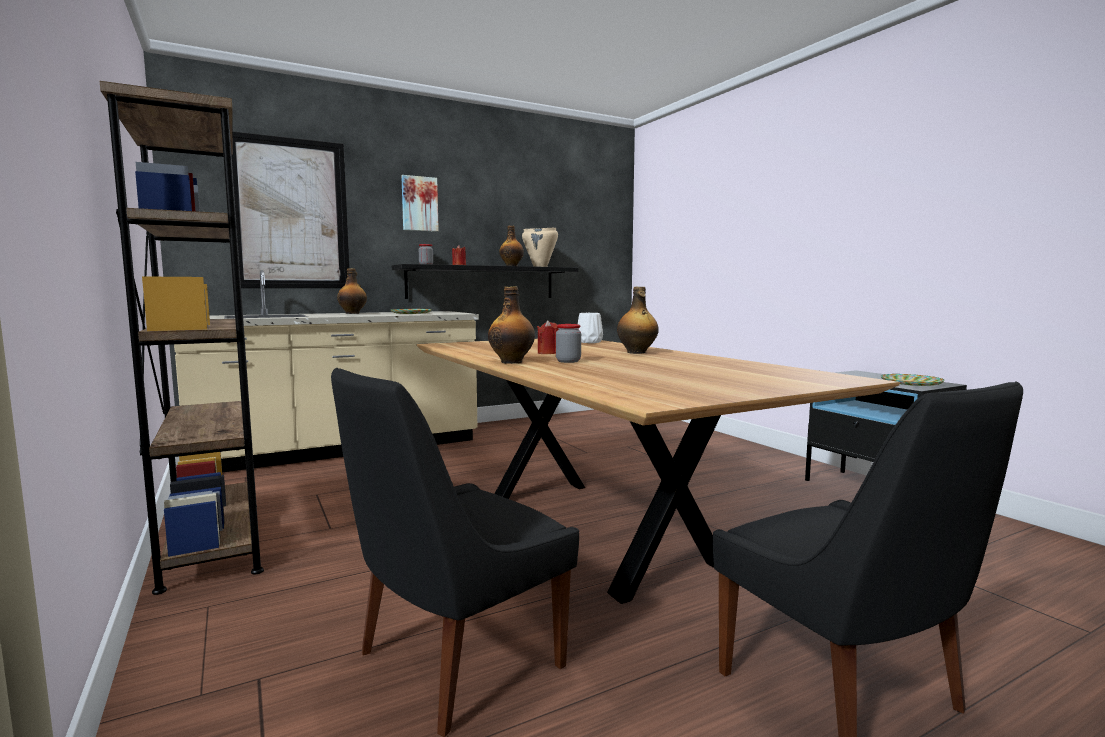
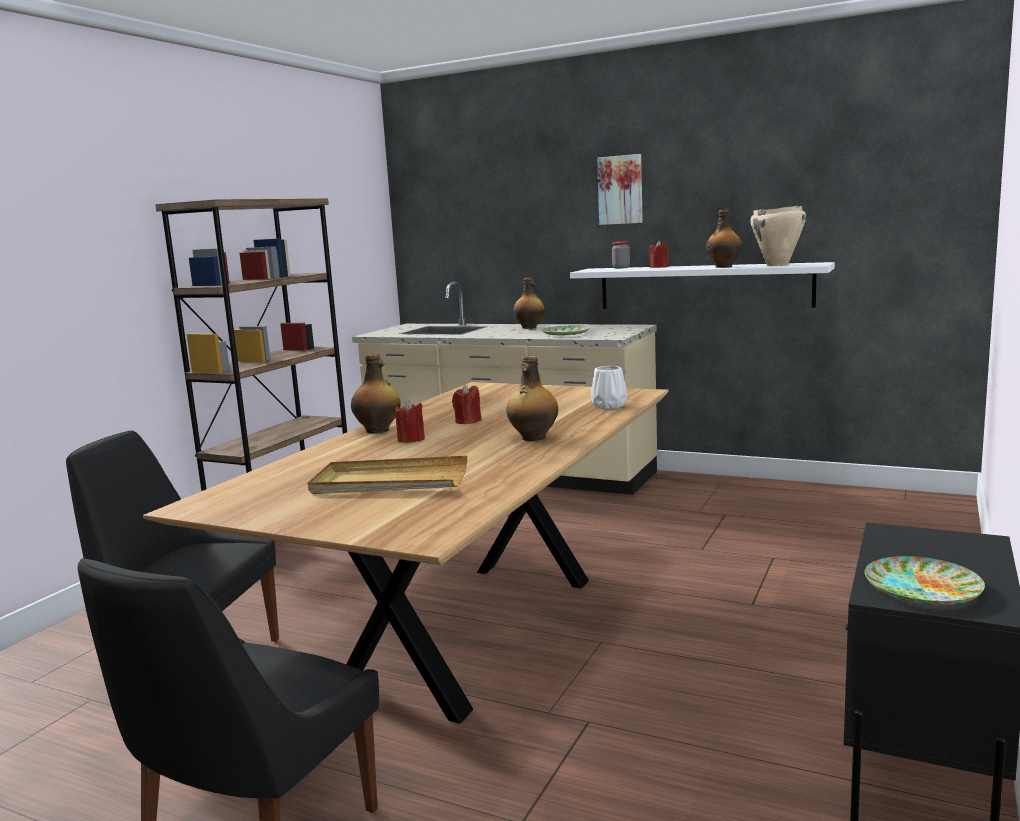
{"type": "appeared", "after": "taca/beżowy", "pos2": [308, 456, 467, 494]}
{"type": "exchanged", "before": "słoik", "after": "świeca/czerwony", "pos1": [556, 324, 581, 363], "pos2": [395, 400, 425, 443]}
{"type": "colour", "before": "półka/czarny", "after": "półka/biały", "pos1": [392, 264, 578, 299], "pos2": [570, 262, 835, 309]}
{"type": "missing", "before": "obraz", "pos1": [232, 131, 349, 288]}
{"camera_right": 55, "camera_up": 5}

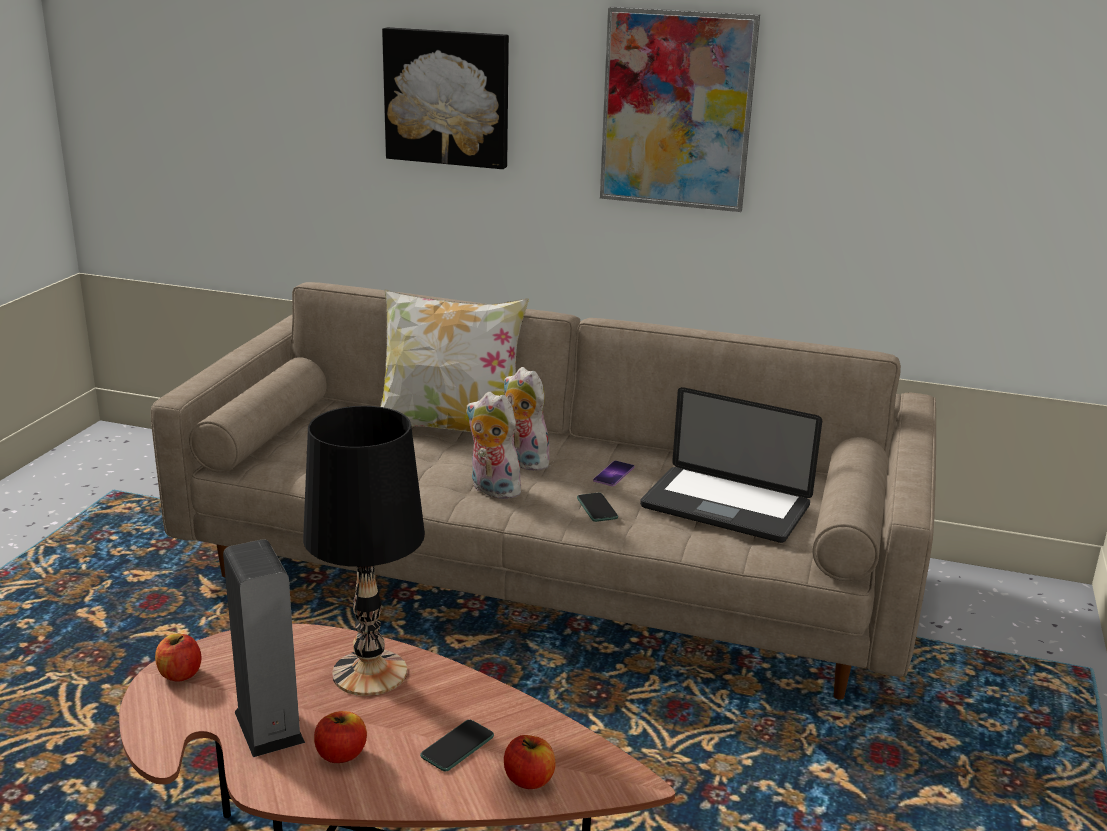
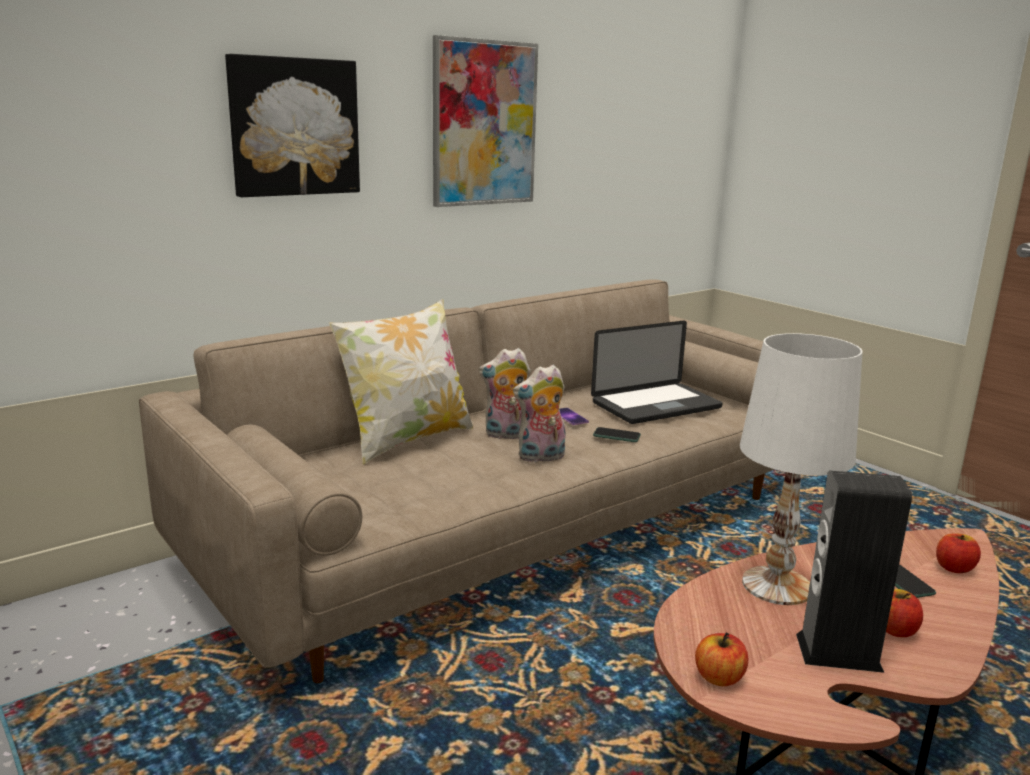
{"type": "colour", "before": "lampa stołowa/czarny", "after": "lampa stołowa/biały", "pos1": [303, 406, 425, 696], "pos2": [740, 333, 863, 605]}
{"camera_right": -55, "camera_up": -5}

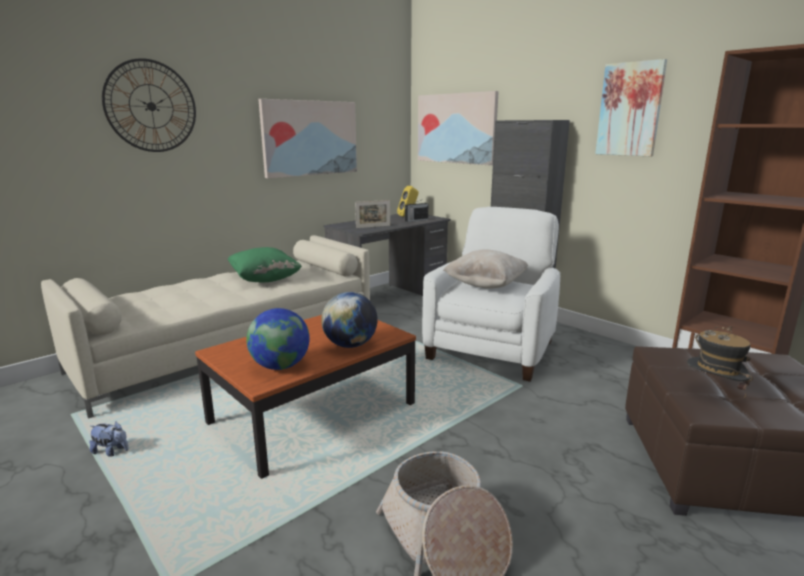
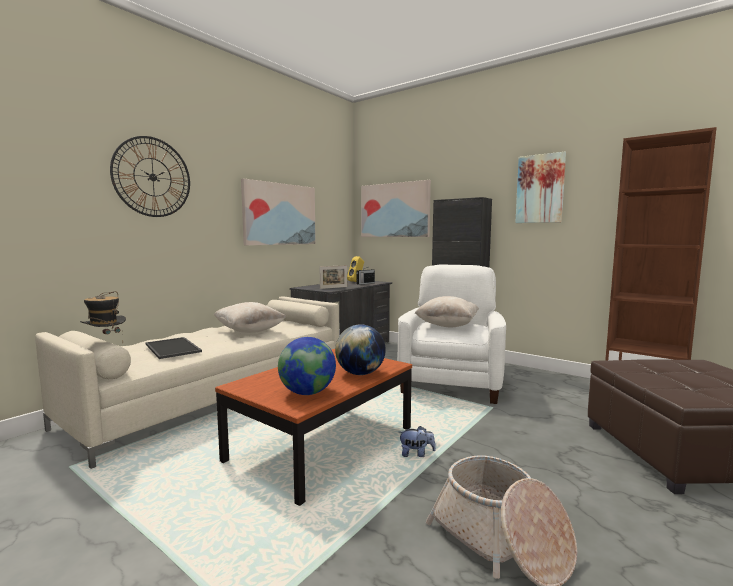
{"type": "relocated", "before": "kapelusz", "pos1": [687, 327, 753, 399], "pos2": [80, 291, 126, 343]}
{"type": "appeared", "after": "taca", "pos2": [145, 337, 202, 359]}
{"type": "colour", "before": "poduszka/zielony", "after": "poduszka/beżowy", "pos1": [227, 247, 302, 282], "pos2": [214, 302, 286, 333]}
{"type": "relocated", "before": "pluszak", "pos1": [89, 421, 129, 457], "pos2": [399, 426, 436, 457]}
{"camera_right": -10, "camera_up": -10}

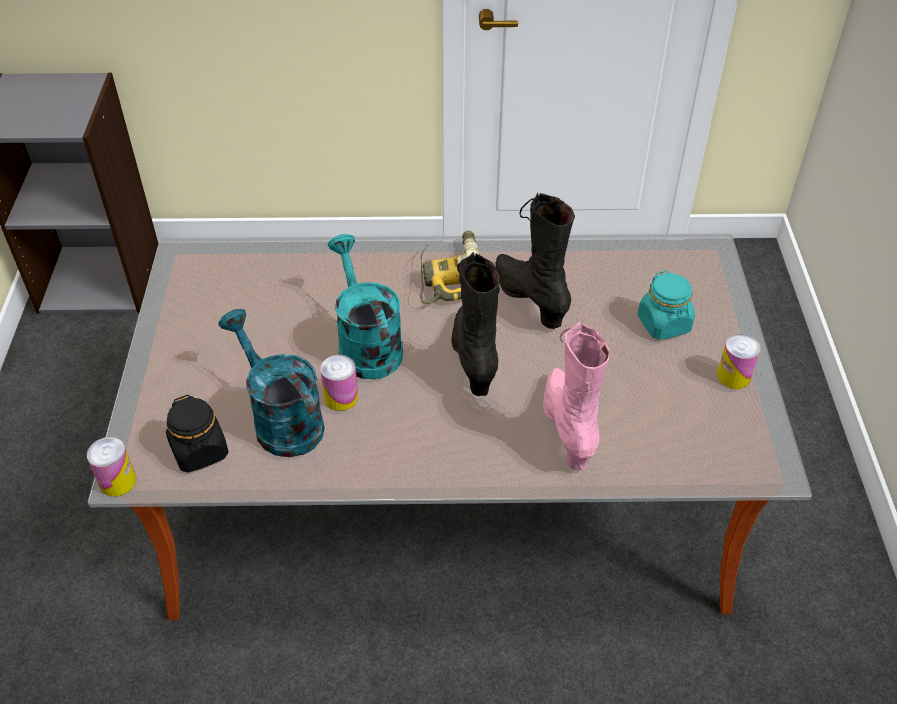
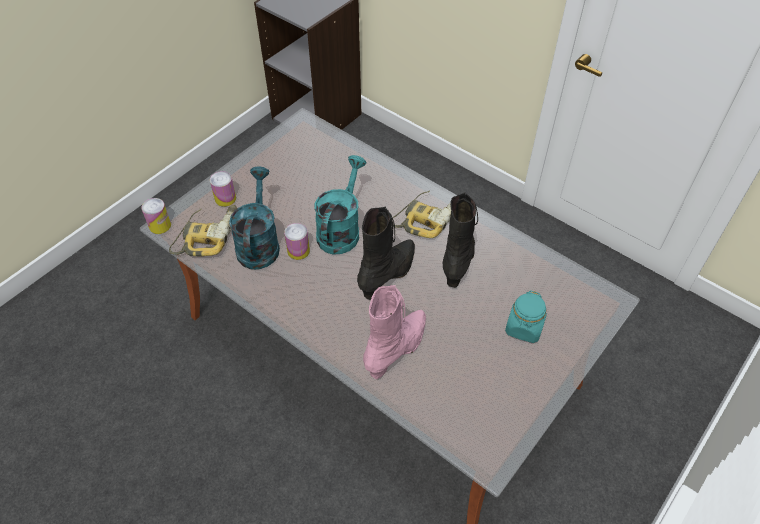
{"type": "exchanged", "before": "słoik/czarny", "after": "wiertarka", "pos1": [166, 395, 229, 473], "pos2": [169, 205, 237, 256]}
{"type": "relocated", "before": "puszka", "pos1": [717, 334, 761, 389], "pos2": [210, 171, 236, 207]}
{"camera_right": 40, "camera_up": 5}

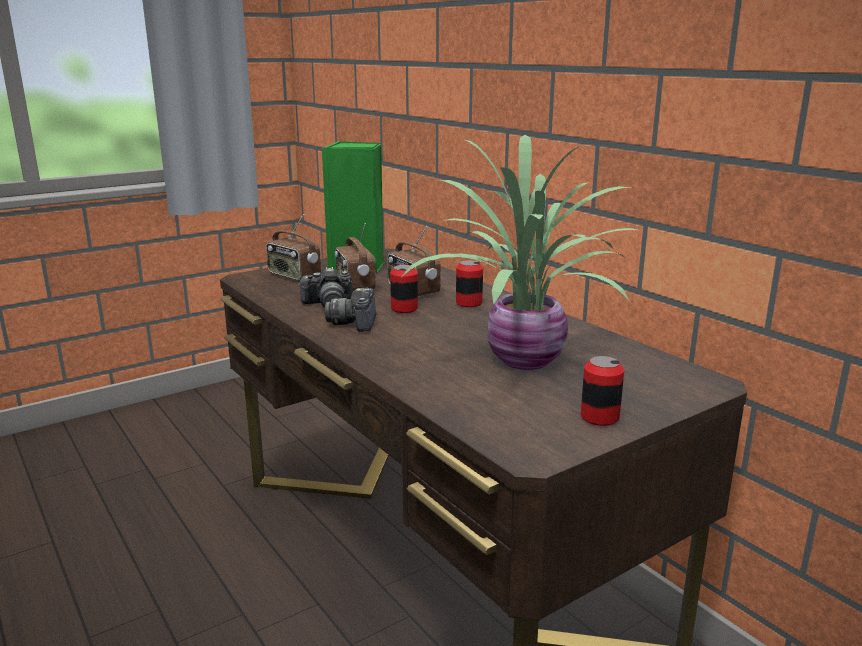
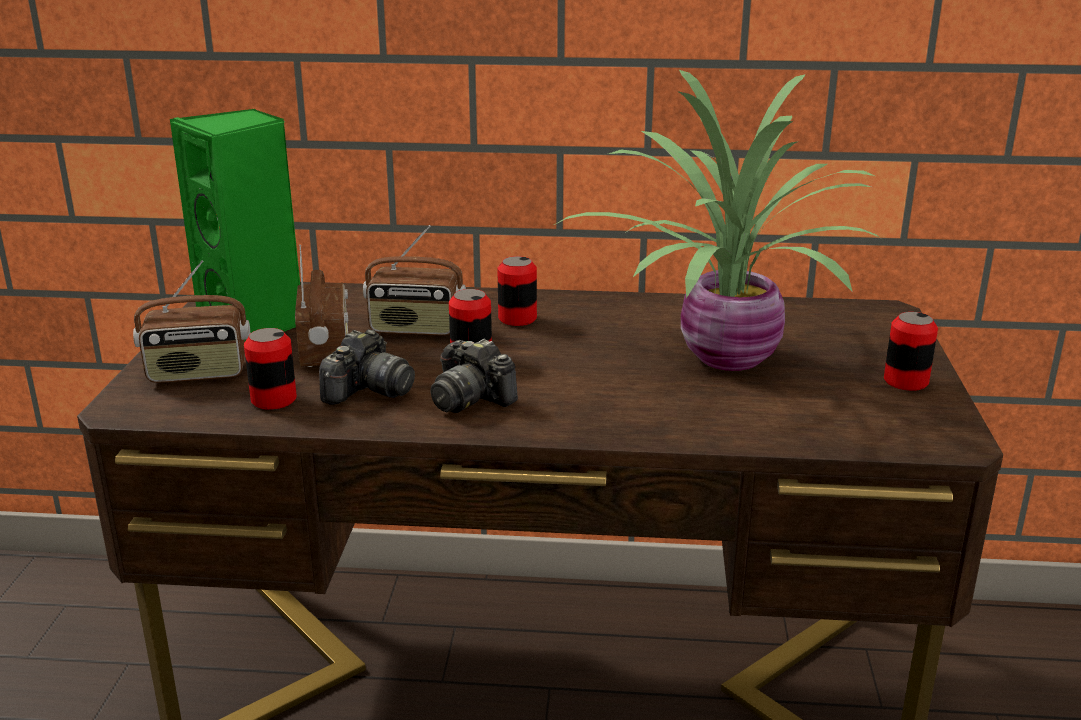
{"type": "appeared", "after": "puszka", "pos2": [244, 328, 297, 410]}
{"type": "spun", "before": "radio", "pos1": [335, 223, 376, 291], "pos2": [295, 245, 348, 367], "turn": -120}
{"camera_right": -50, "camera_up": 5}

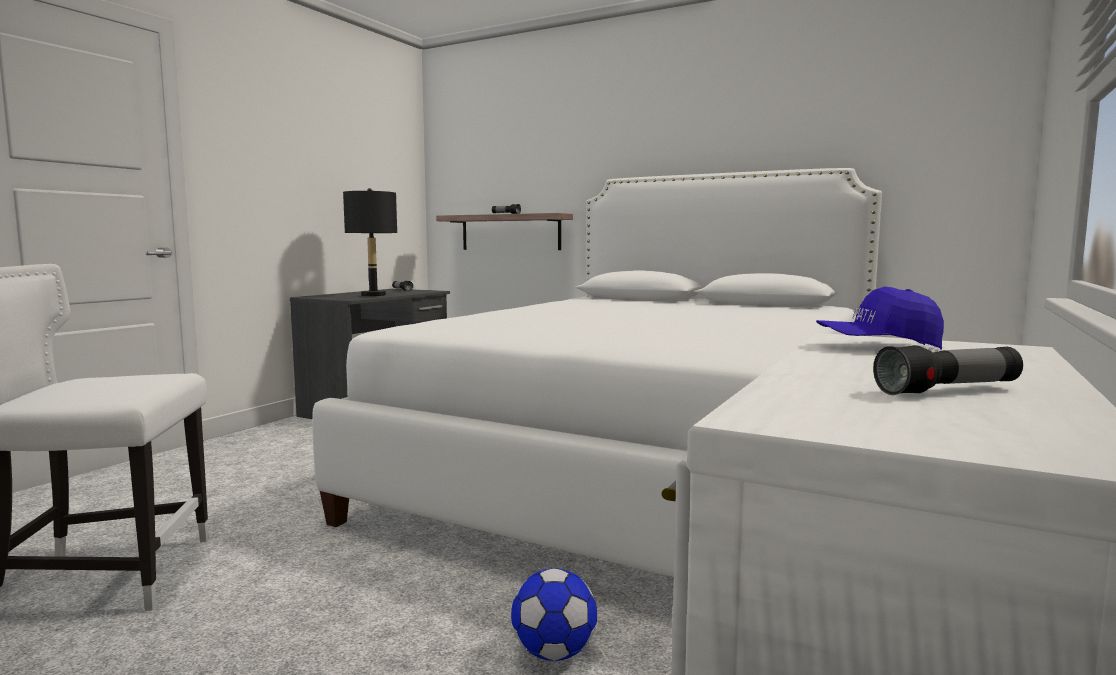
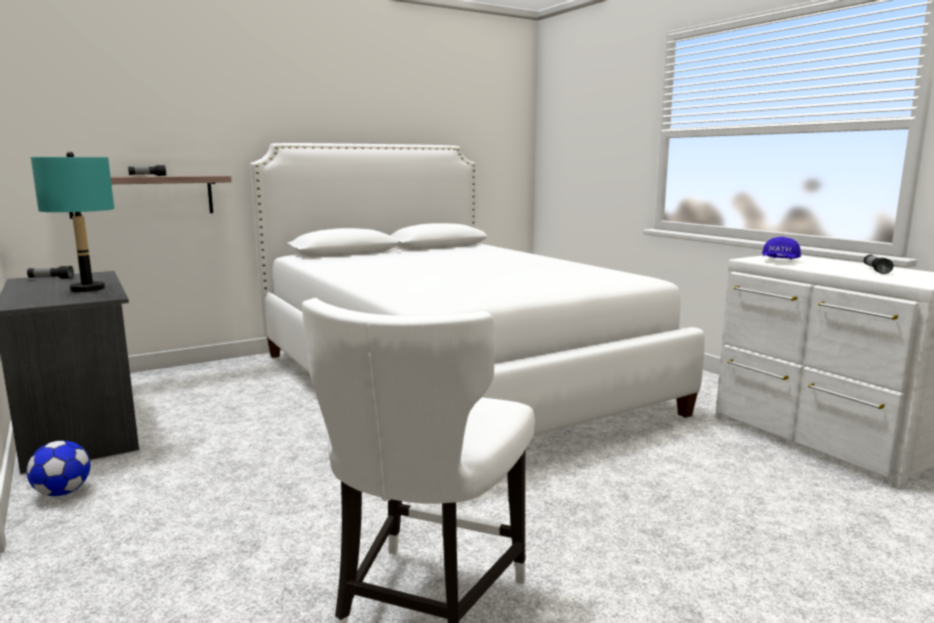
{"type": "relocated", "before": "piłka futbolowa", "pos1": [511, 568, 597, 661], "pos2": [27, 441, 90, 496]}
{"type": "colour", "before": "lampa stołowa/czarny", "after": "lampa stołowa/turkusowy", "pos1": [343, 188, 397, 296], "pos2": [31, 152, 114, 292]}
{"camera_right": -60, "camera_up": 5}

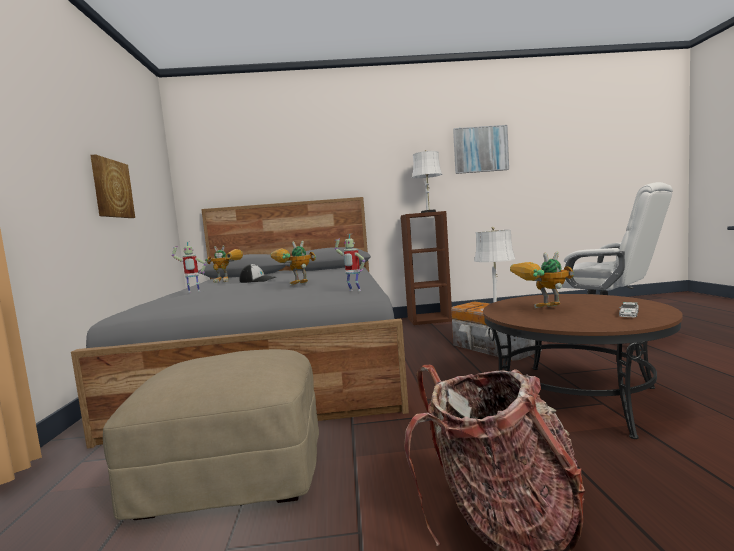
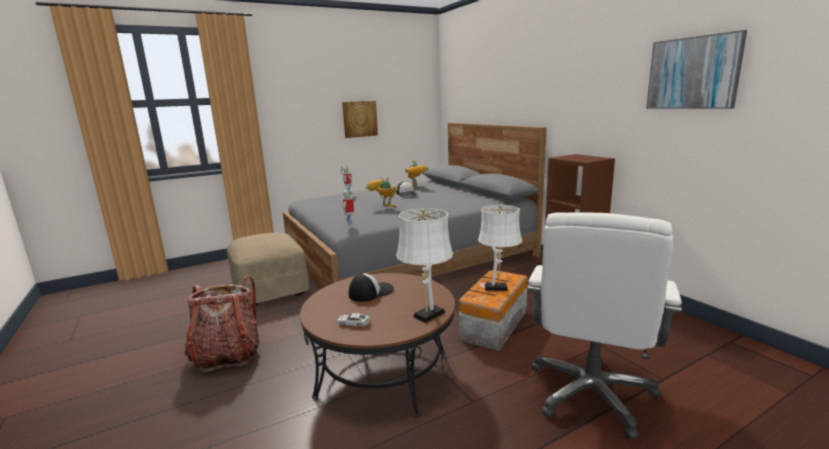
{"type": "exchanged", "before": "robot zabawkowy", "after": "czapka z daszkiem", "pos1": [510, 252, 574, 308], "pos2": [349, 274, 394, 302]}
{"type": "relocated", "before": "lampa stołowa/biały", "pos1": [412, 150, 442, 213], "pos2": [396, 208, 453, 323]}
{"camera_right": 65, "camera_up": 10}

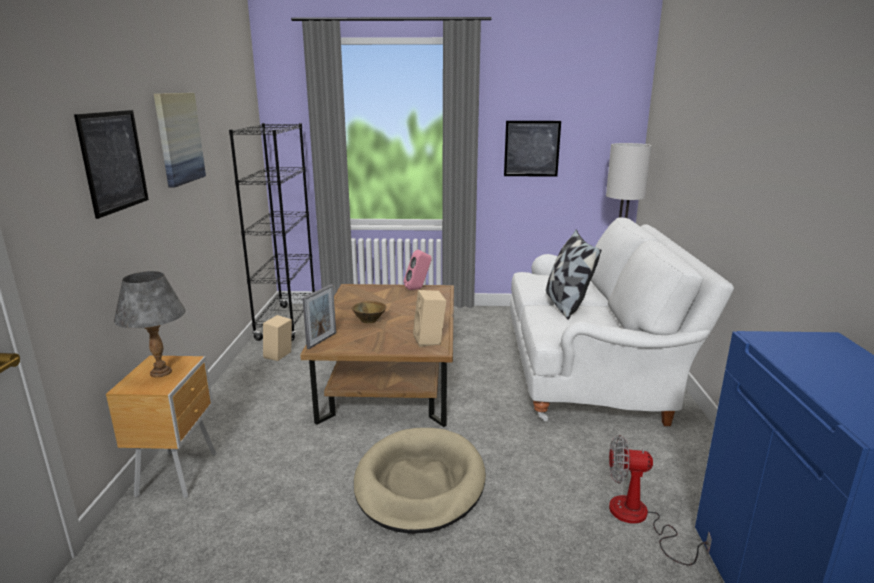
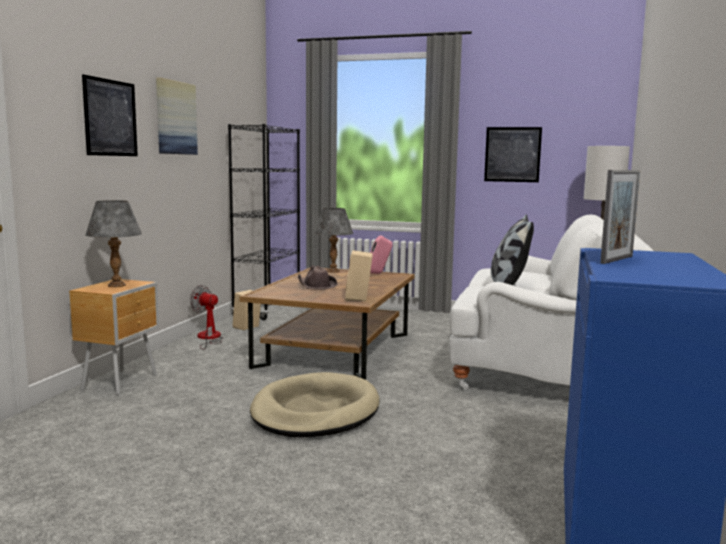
{"type": "relocated", "before": "wentylator", "pos1": [609, 435, 712, 565], "pos2": [190, 285, 223, 350]}
{"type": "exchanged", "before": "miska/brązowy", "after": "kapelusz/brązowy", "pos1": [352, 301, 386, 323], "pos2": [298, 265, 337, 290]}
{"type": "appeared", "after": "lampa stołowa/szary", "pos2": [314, 208, 353, 273]}
{"type": "relocated", "before": "ramka na zdjęcie", "pos1": [302, 284, 336, 349], "pos2": [600, 170, 640, 264]}
{"camera_right": 15, "camera_up": -10}

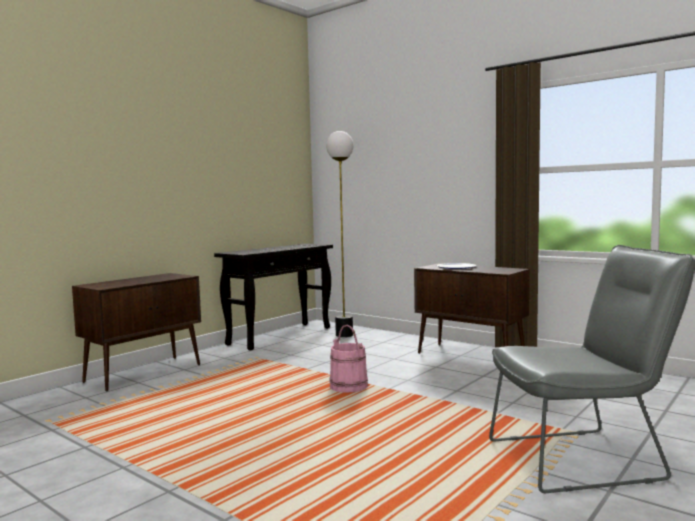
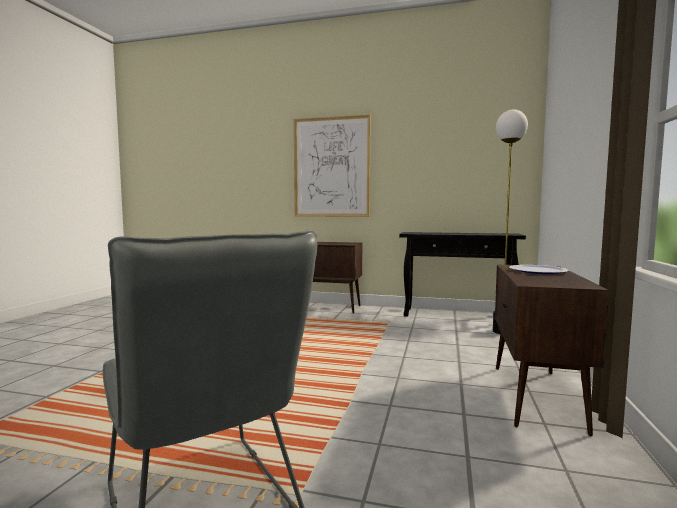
{"type": "appeared", "after": "obraz", "pos2": [294, 115, 371, 217]}
{"type": "missing", "before": "wiadro/różowy", "pos1": [329, 324, 368, 392]}
{"camera_right": 65, "camera_up": 0}

